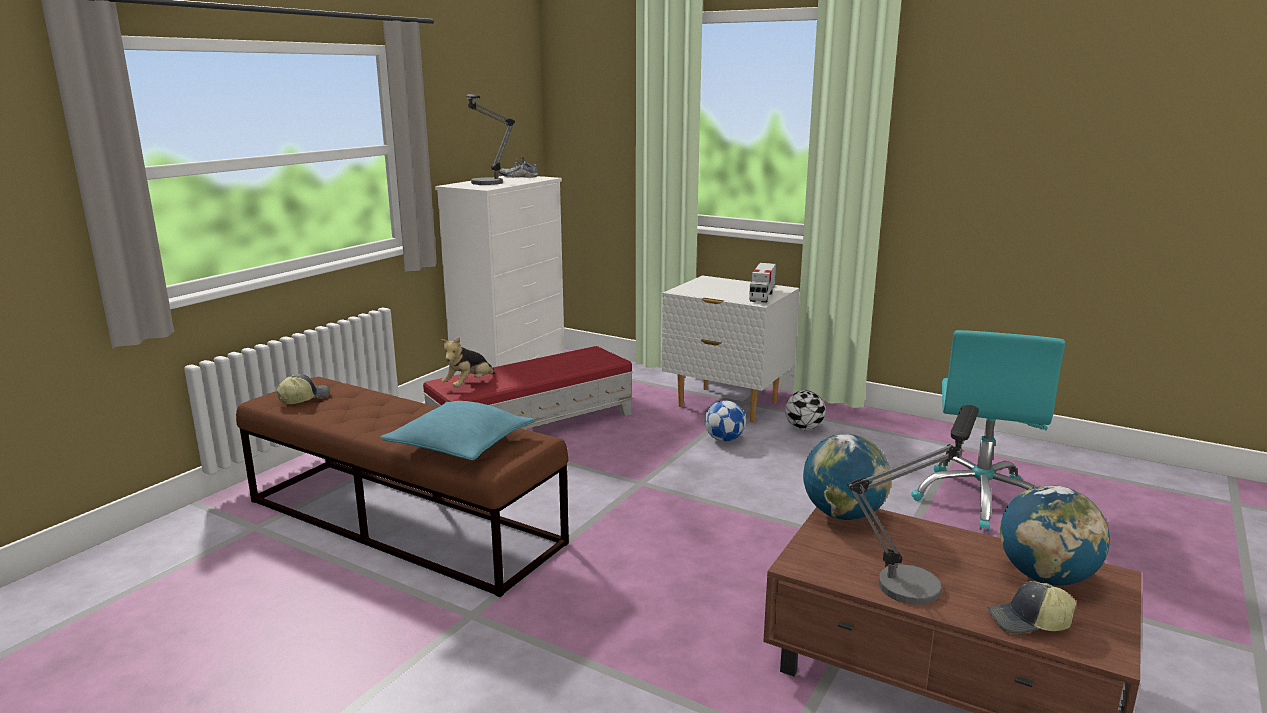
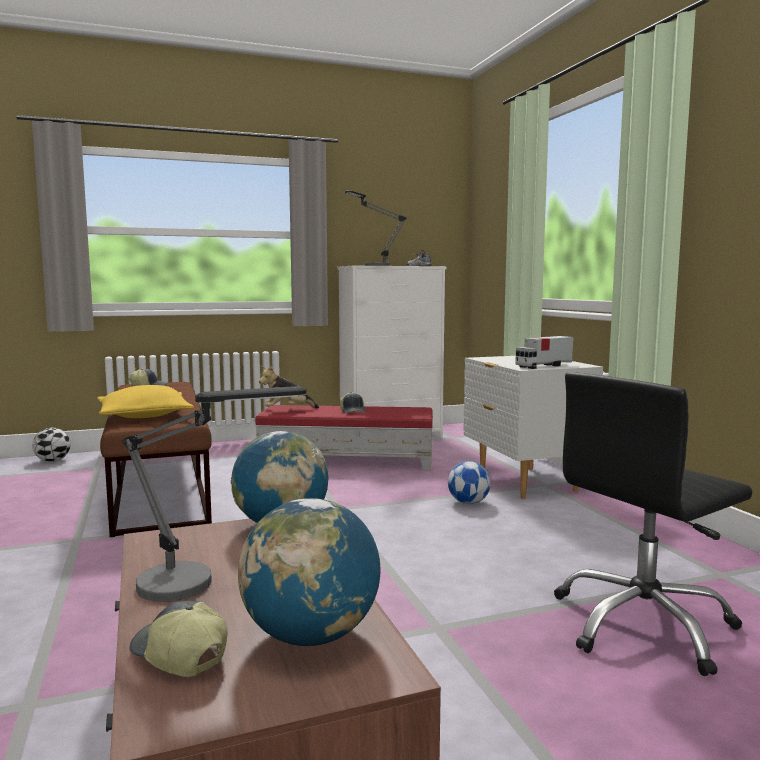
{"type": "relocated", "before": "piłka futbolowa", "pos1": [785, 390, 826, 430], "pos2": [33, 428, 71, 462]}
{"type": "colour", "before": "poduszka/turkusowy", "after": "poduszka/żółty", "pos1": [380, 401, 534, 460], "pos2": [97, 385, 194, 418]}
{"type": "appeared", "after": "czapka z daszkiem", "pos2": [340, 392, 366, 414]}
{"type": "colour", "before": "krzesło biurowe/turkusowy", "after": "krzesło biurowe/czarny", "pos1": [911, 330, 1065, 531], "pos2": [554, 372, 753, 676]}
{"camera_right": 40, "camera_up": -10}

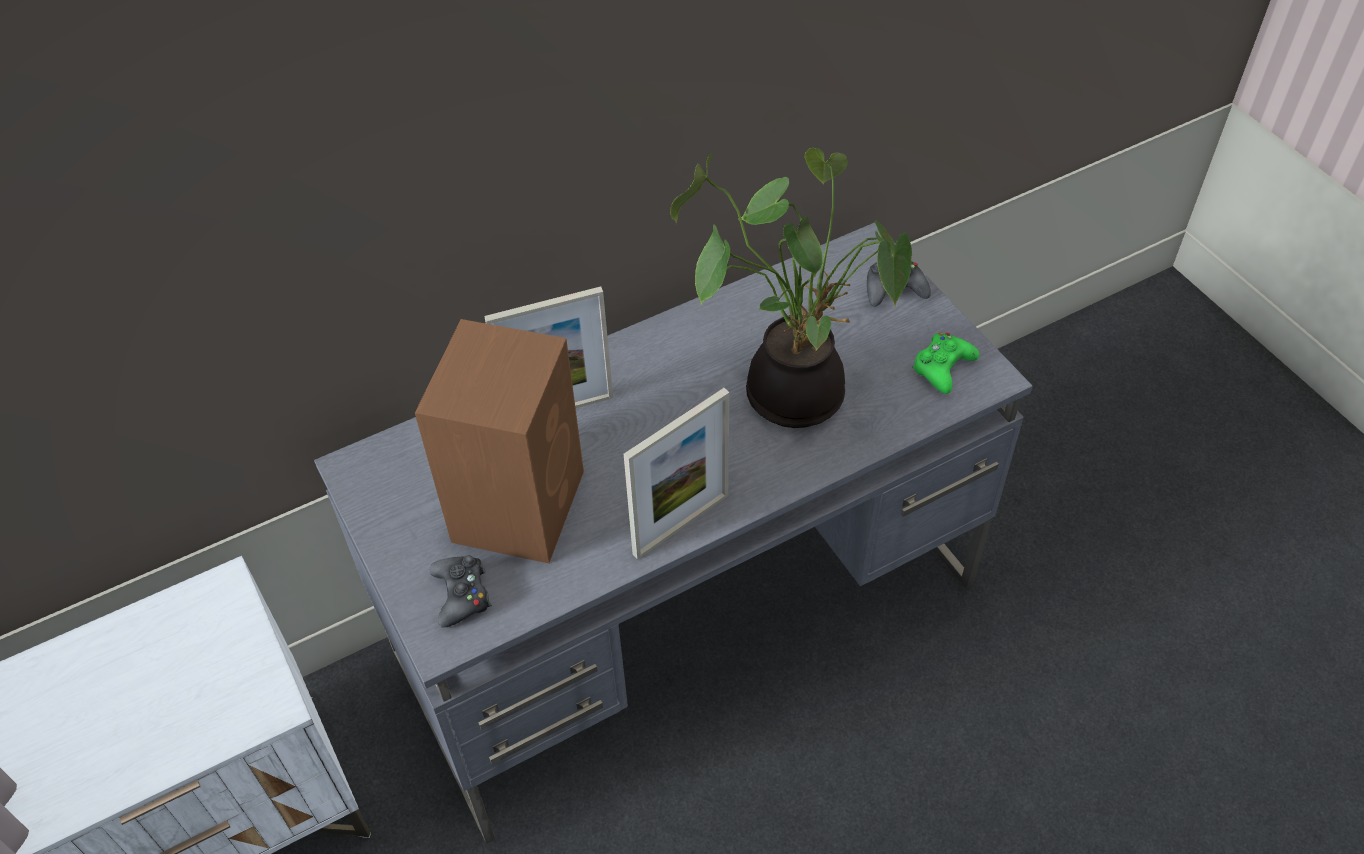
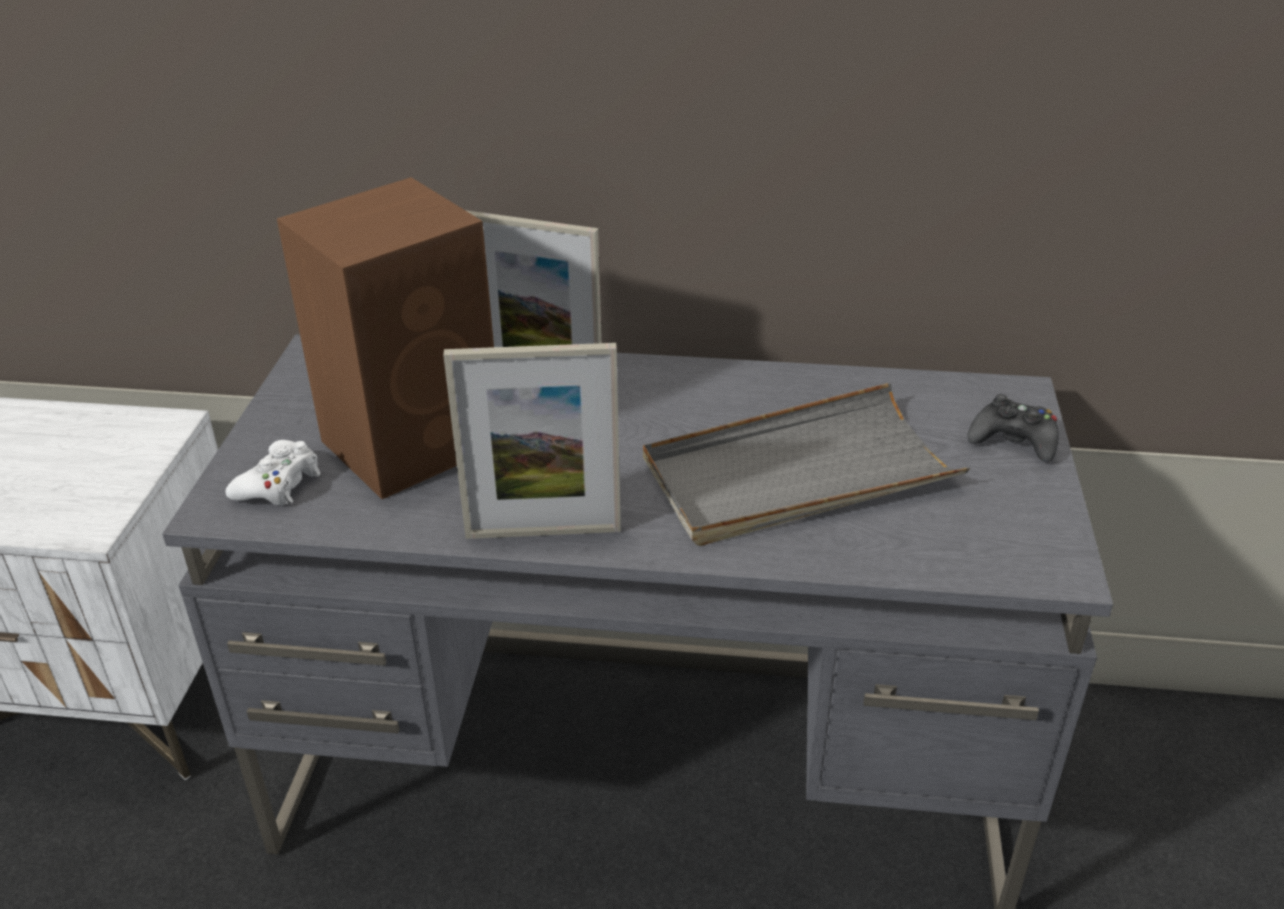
{"type": "colour", "before": "pad do gier/czarny", "after": "pad do gier/biały", "pos1": [430, 555, 492, 628], "pos2": [225, 440, 321, 506]}
{"type": "exchanged", "before": "roślina doniczkowa", "after": "taca/szary", "pos1": [670, 148, 912, 428], "pos2": [643, 383, 970, 546]}
{"type": "missing", "before": "pad do gier/zielony", "pos1": [912, 333, 979, 394]}
{"camera_right": 35, "camera_up": -15}

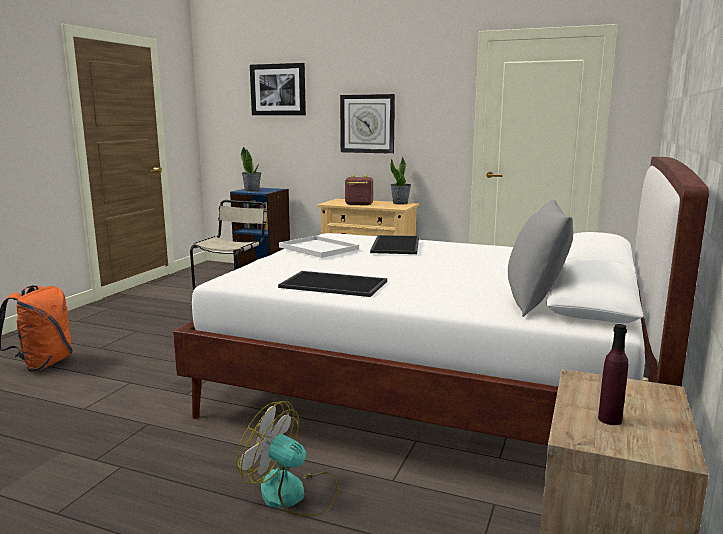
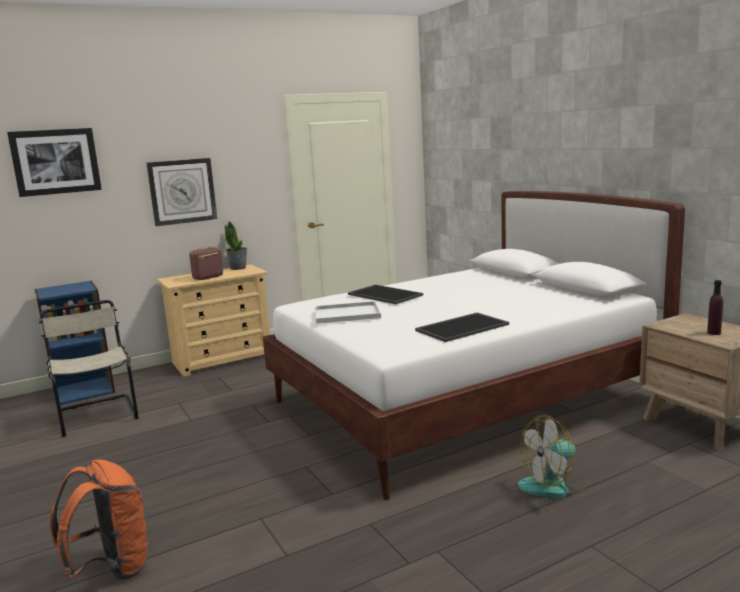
{"type": "missing", "before": "roślina doniczkowa", "pos1": [241, 147, 261, 192]}
{"type": "missing", "before": "poduszka/szary", "pos1": [508, 200, 573, 317]}
{"camera_right": -50, "camera_up": 0}

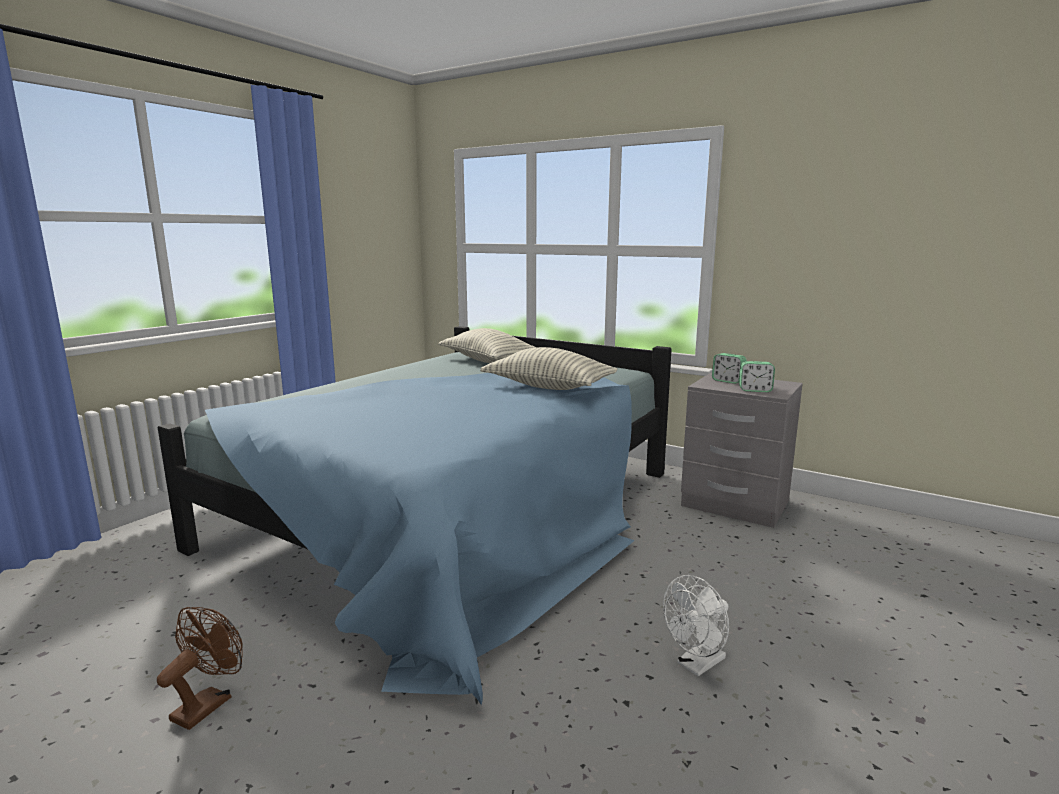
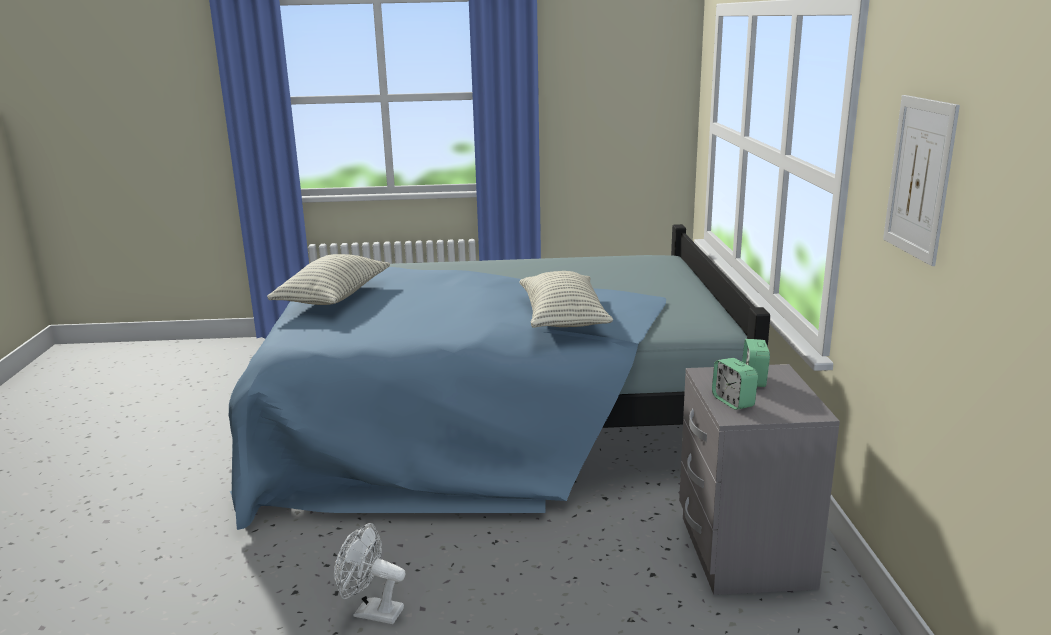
{"type": "relocated", "before": "poduszka", "pos1": [439, 328, 537, 363], "pos2": [267, 254, 390, 305]}
{"type": "appeared", "after": "obraz", "pos2": [883, 95, 960, 266]}
{"type": "missing", "before": "wentylator/brązowy", "pos1": [157, 607, 243, 730]}
{"camera_right": 55, "camera_up": 5}

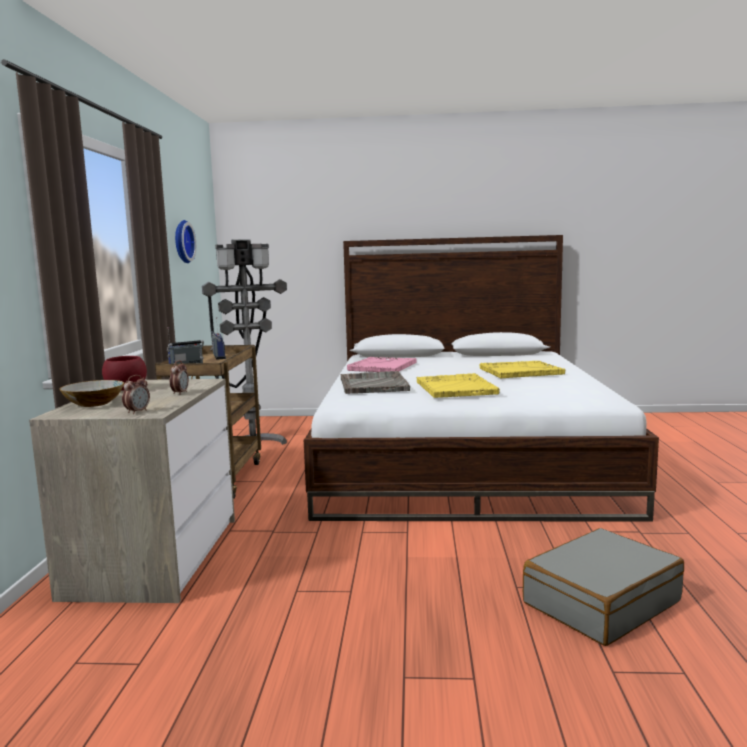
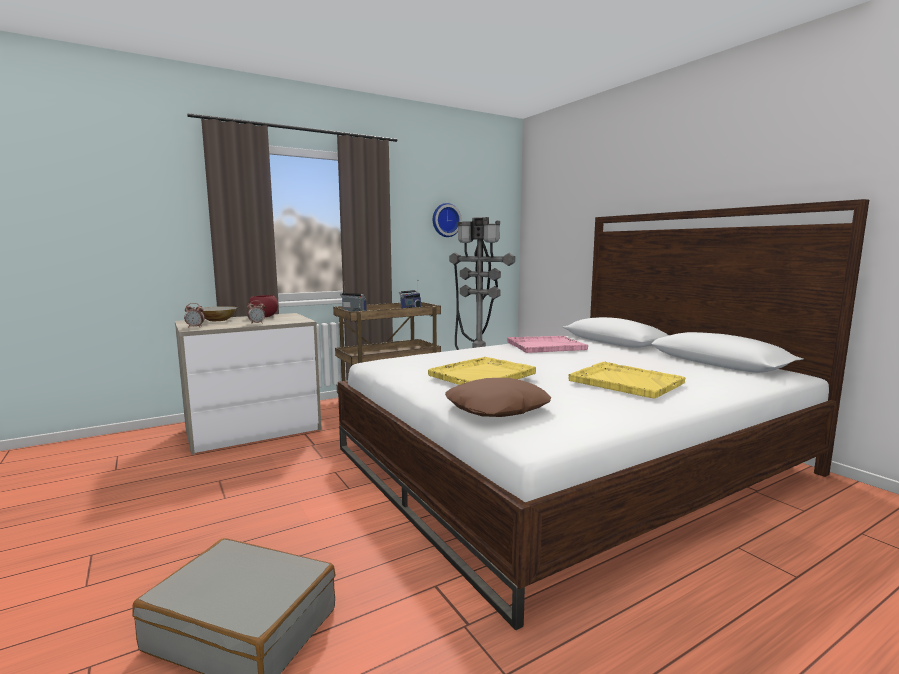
{"type": "appeared", "after": "poduszka/brązowy", "pos2": [445, 378, 551, 417]}
{"type": "missing", "before": "taca/szary", "pos1": [340, 371, 410, 394]}
{"camera_right": 55, "camera_up": 0}

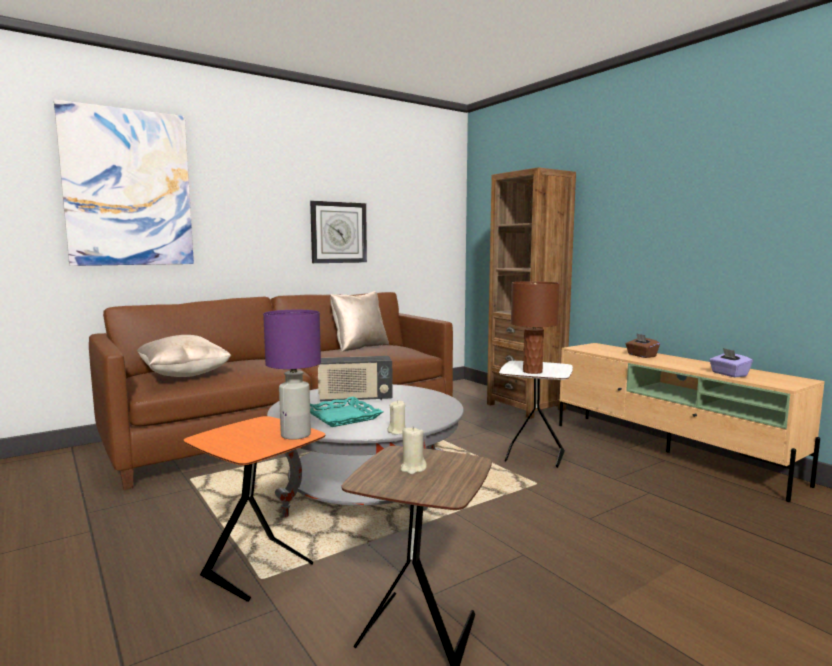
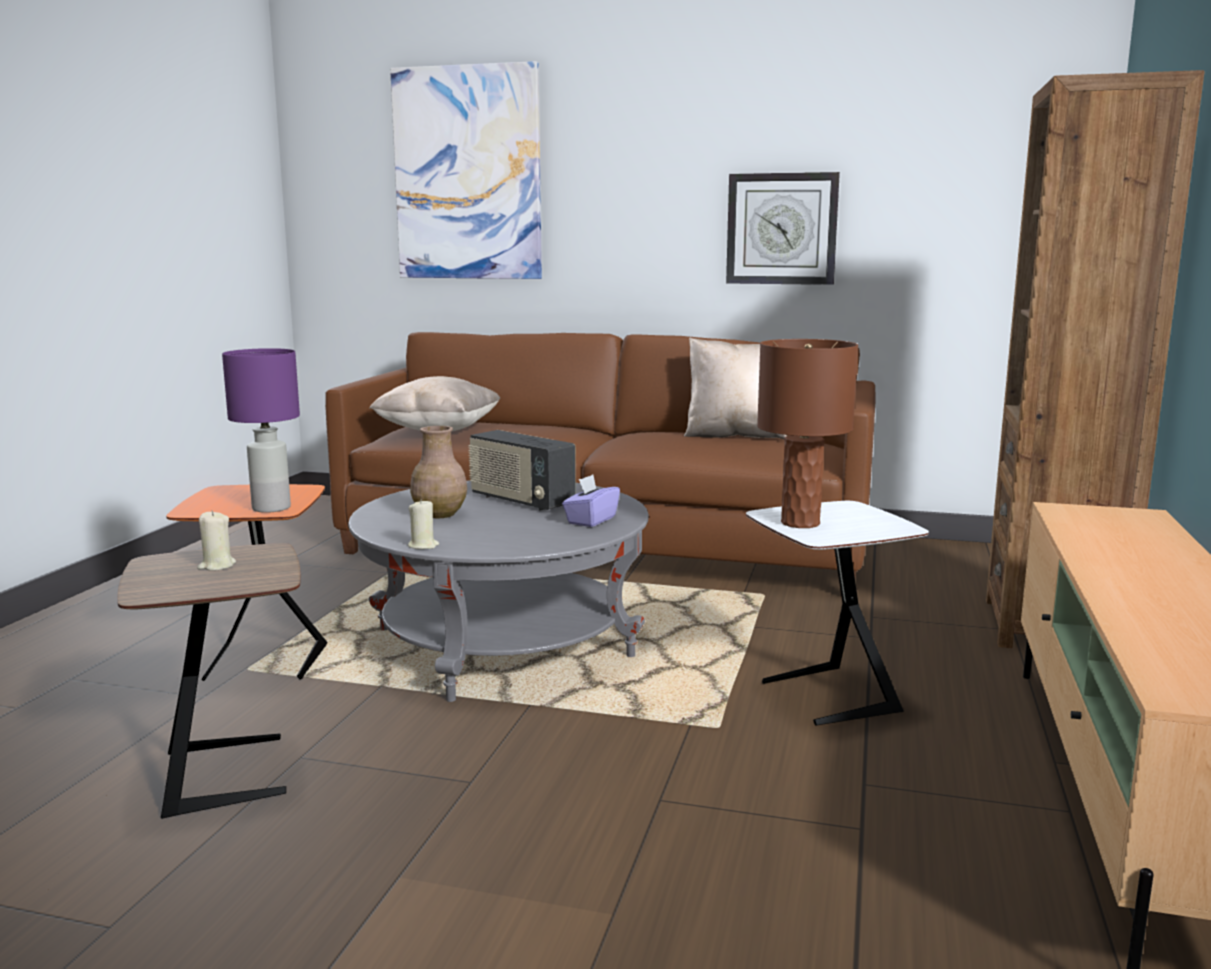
{"type": "exchanged", "before": "taca/turkusowy", "after": "wazon/brązowy", "pos1": [310, 396, 383, 427], "pos2": [410, 426, 467, 518]}
{"type": "relocated", "before": "pudełko chusteczek/fioletowy", "pos1": [709, 348, 753, 378], "pos2": [562, 475, 620, 527]}
{"type": "missing", "before": "pudełko chusteczek/brązowy", "pos1": [626, 333, 660, 358]}
{"camera_right": 50, "camera_up": 5}

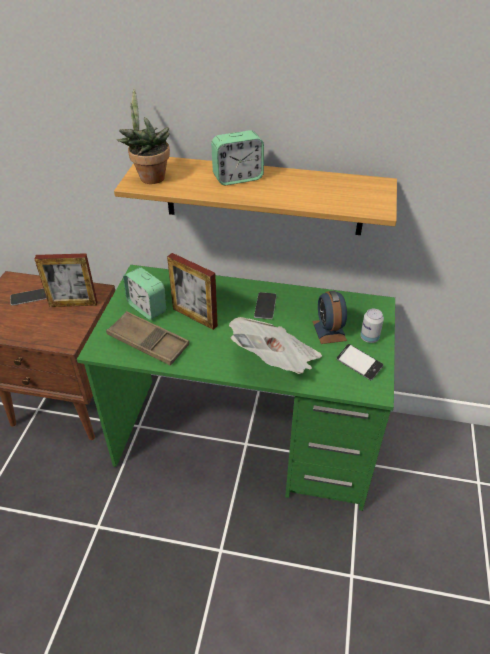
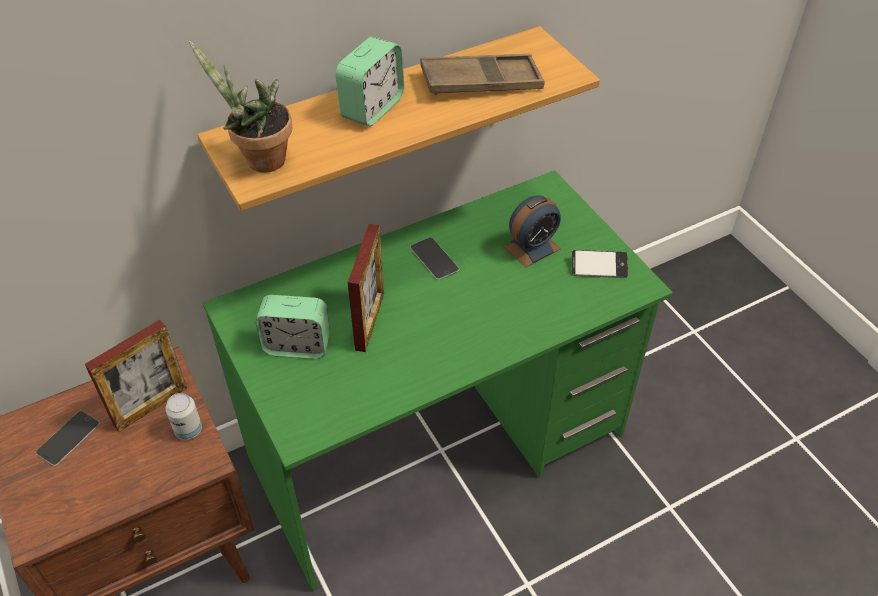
{"type": "relocated", "before": "puszka", "pos1": [360, 309, 384, 343], "pos2": [165, 393, 202, 440]}
{"type": "spun", "before": "ramka na zdjęcie", "pos1": [167, 253, 218, 330], "pos2": [348, 224, 384, 352], "turn": -75}
{"type": "relocated", "before": "taca/brązowy", "pos1": [106, 311, 189, 366], "pos2": [420, 54, 545, 95]}
{"type": "spun", "before": "budzik", "pos1": [312, 291, 347, 344], "pos2": [503, 196, 561, 268], "turn": -75}
{"type": "missing", "before": "gazeta", "pos1": [229, 317, 322, 374]}
{"camera_right": -40, "camera_up": 5}

